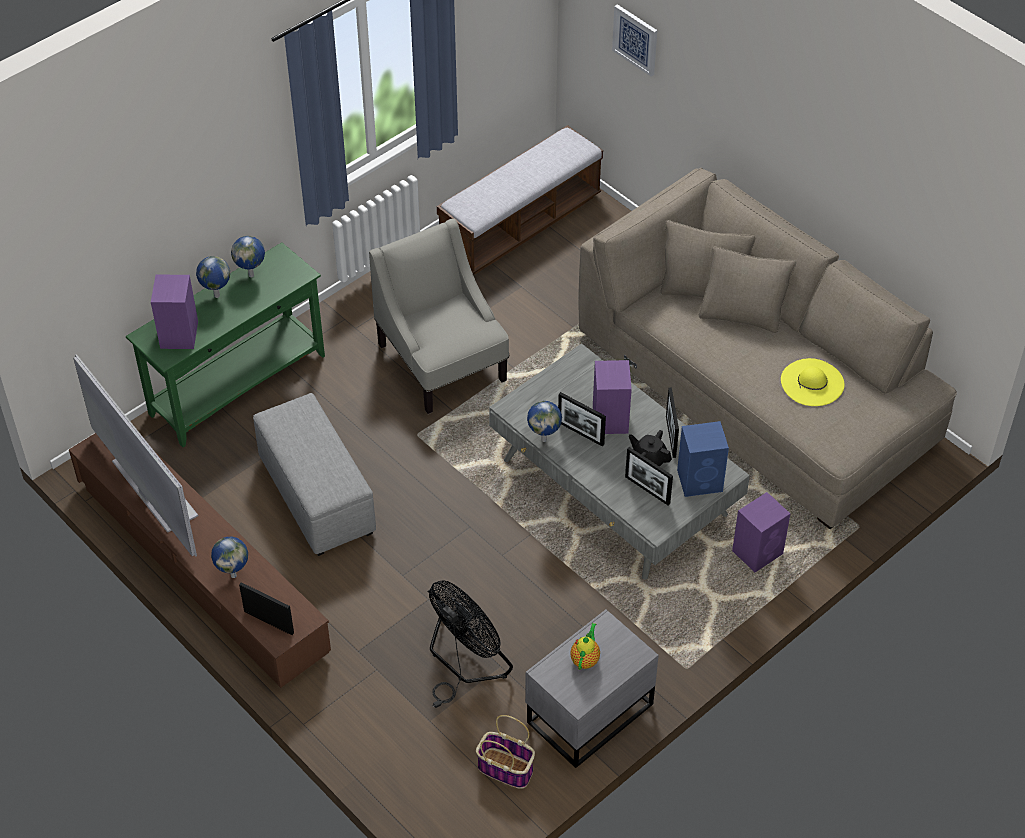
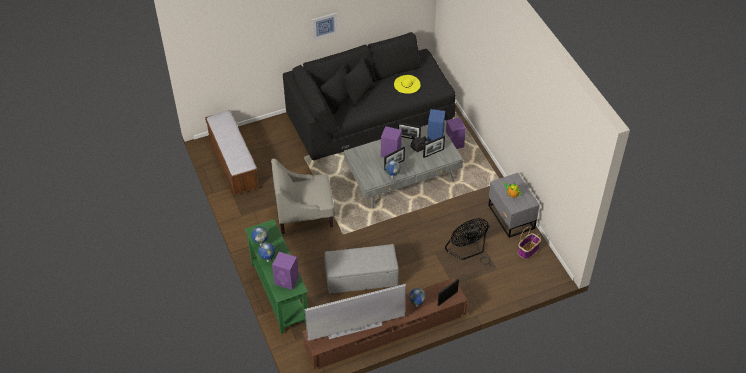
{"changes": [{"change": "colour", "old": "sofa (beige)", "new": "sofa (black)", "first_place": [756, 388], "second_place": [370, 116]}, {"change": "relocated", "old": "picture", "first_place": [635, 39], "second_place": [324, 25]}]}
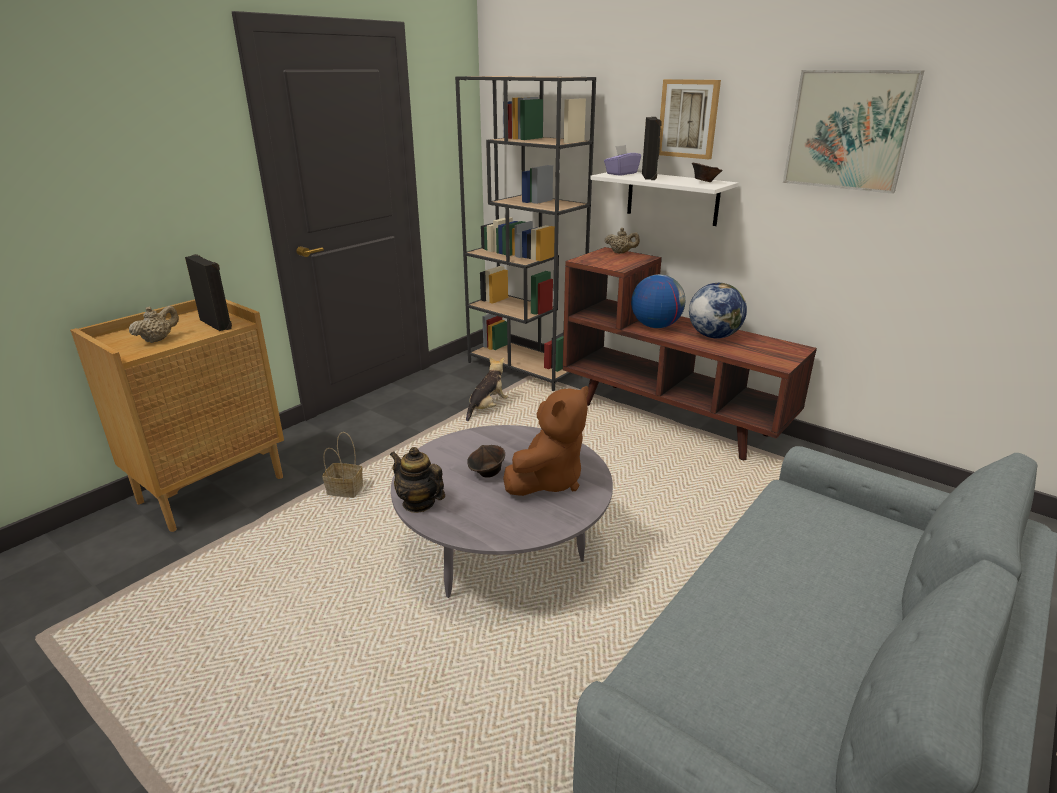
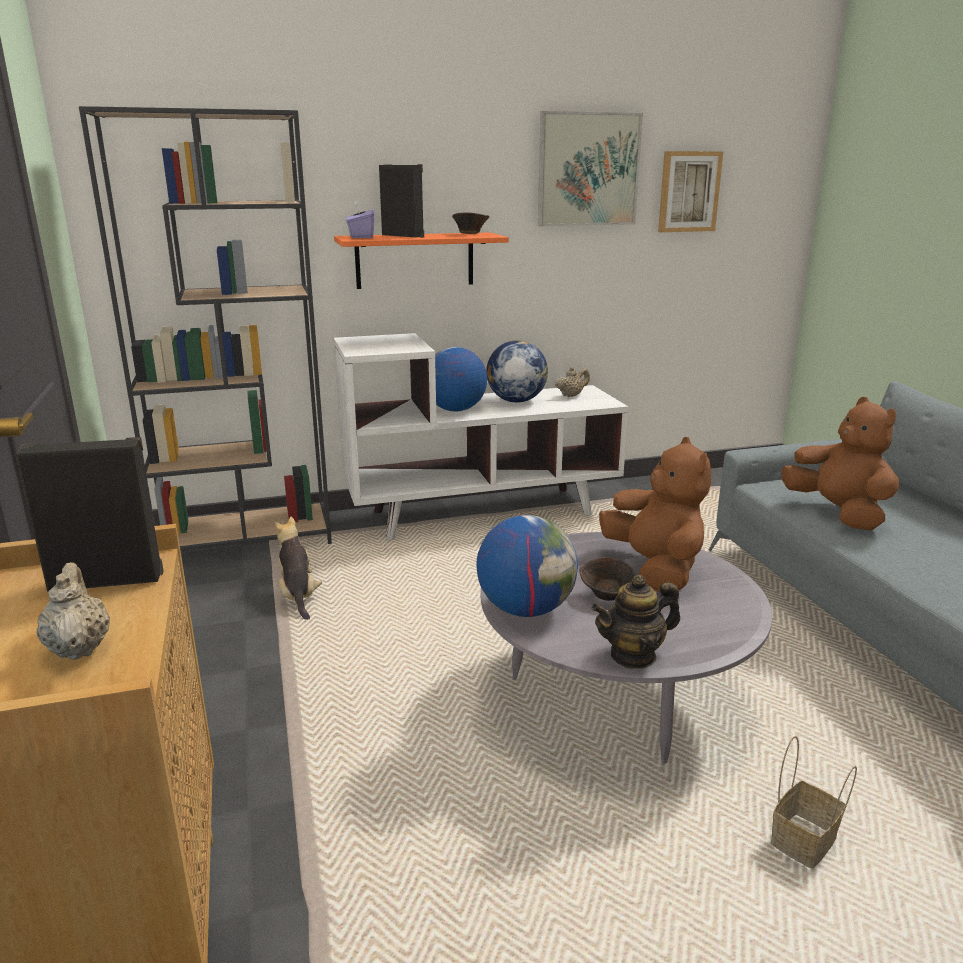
{"changes": [{"change": "colour", "old": "shelf (white)", "new": "shelf (orange)", "first_place": [672, 197], "second_place": [415, 260]}, {"change": "colour", "old": "tv stand (brown)", "new": "tv stand (white)", "first_place": [674, 419], "second_place": [483, 512]}, {"change": "appeared", "new": "globe", "second_place": [525, 609]}, {"change": "relocated", "old": "teapot (beige)", "first_place": [621, 253], "second_place": [571, 395]}, {"change": "relocated", "old": "picture", "first_place": [688, 119], "second_place": [688, 192]}, {"change": "relocated", "old": "basket", "first_place": [343, 491], "second_place": [803, 844]}, {"change": "appeared", "new": "plush toy (brown)", "second_place": [837, 513]}]}
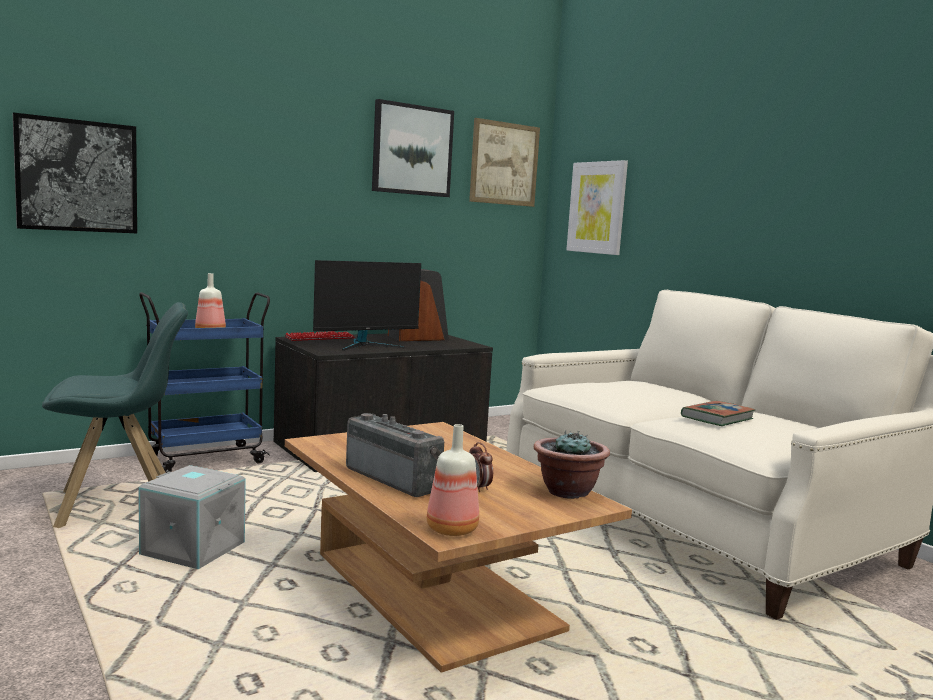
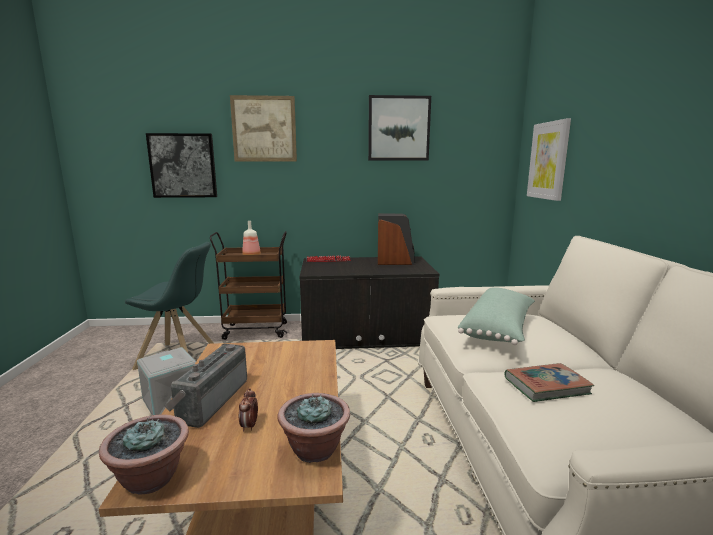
{"changes": [{"change": "exchanged", "old": "bottle", "new": "potted plant", "first_place": [450, 529], "second_place": [151, 478]}, {"change": "spun", "old": "radio", "first_place": [397, 478], "second_place": [210, 400], "degrees": -150}, {"change": "colour", "old": "cart (blue)", "new": "cart (brown)", "first_place": [206, 459], "second_place": [256, 331]}, {"change": "relocated", "old": "picture", "first_place": [504, 163], "second_place": [264, 129]}, {"change": "appeared", "new": "pillow (green)", "second_place": [499, 329]}, {"change": "missing", "old": "monitor", "first_place": [365, 345]}]}
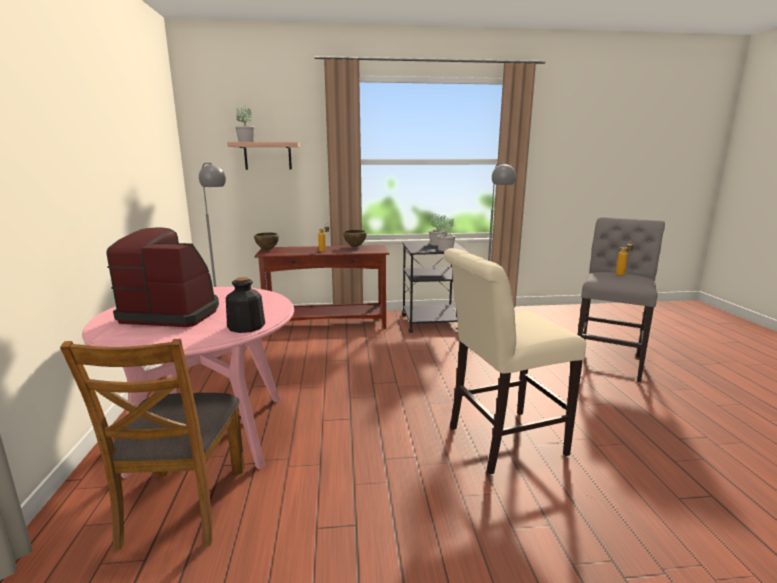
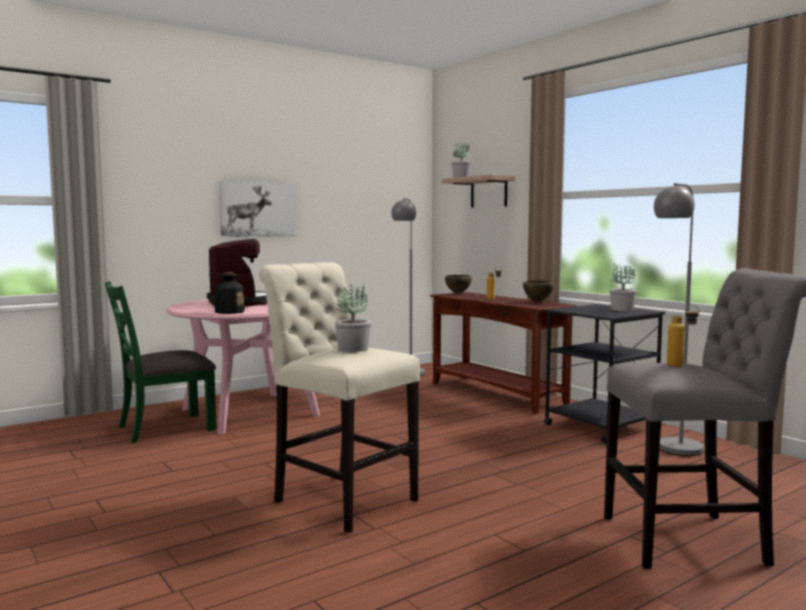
{"changes": [{"change": "colour", "old": "chair (brown)", "new": "chair (green)", "first_place": [183, 505], "second_place": [165, 428]}, {"change": "appeared", "new": "picture", "second_place": [257, 209]}, {"change": "relocated", "old": "potted plant", "first_place": [445, 249], "second_place": [353, 349]}]}
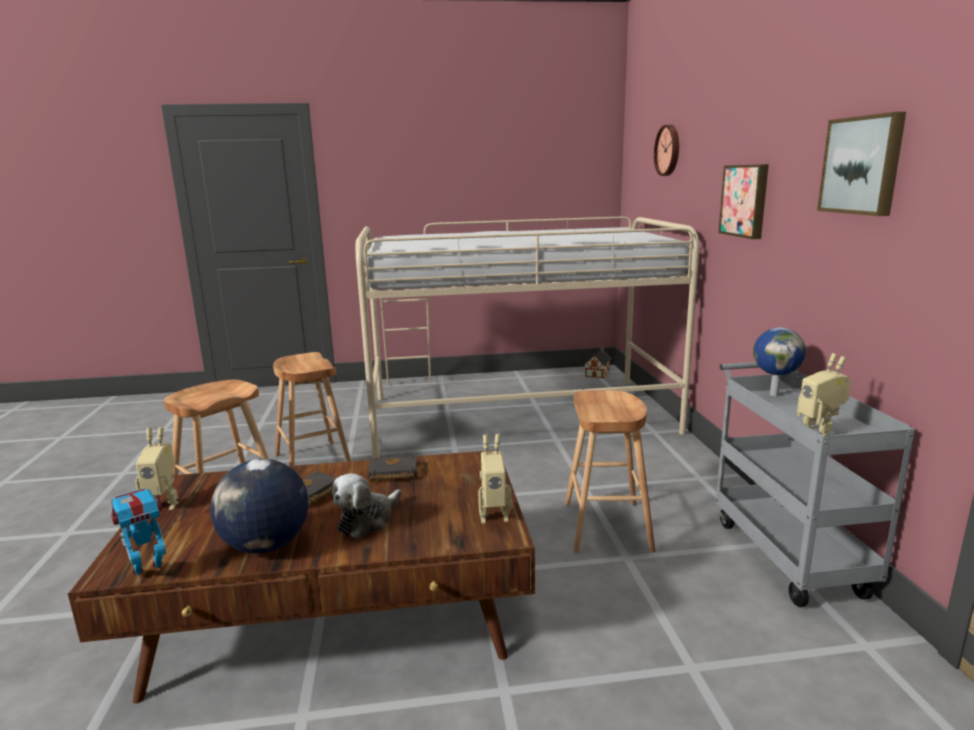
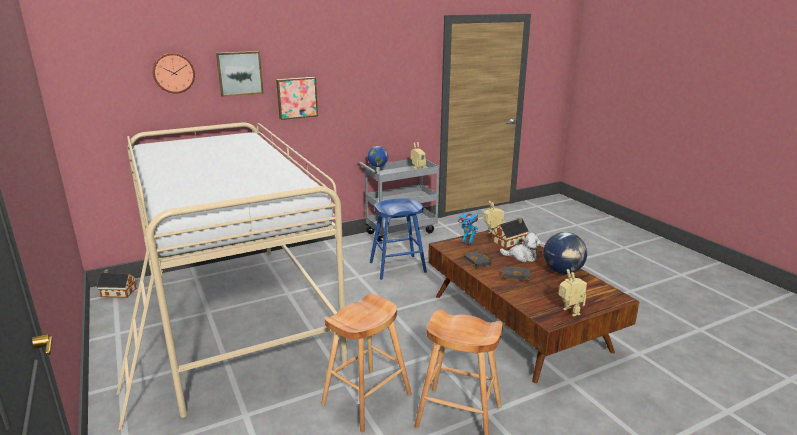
{"changes": [{"change": "relocated", "old": "picture", "first_place": [863, 165], "second_place": [239, 73]}, {"change": "colour", "old": "stool (brown)", "new": "stool (blue)", "first_place": [606, 526], "second_place": [397, 267]}, {"change": "relocated", "old": "toy robot", "first_place": [149, 572], "second_place": [467, 244]}, {"change": "appeared", "new": "toy house", "second_place": [510, 242]}]}
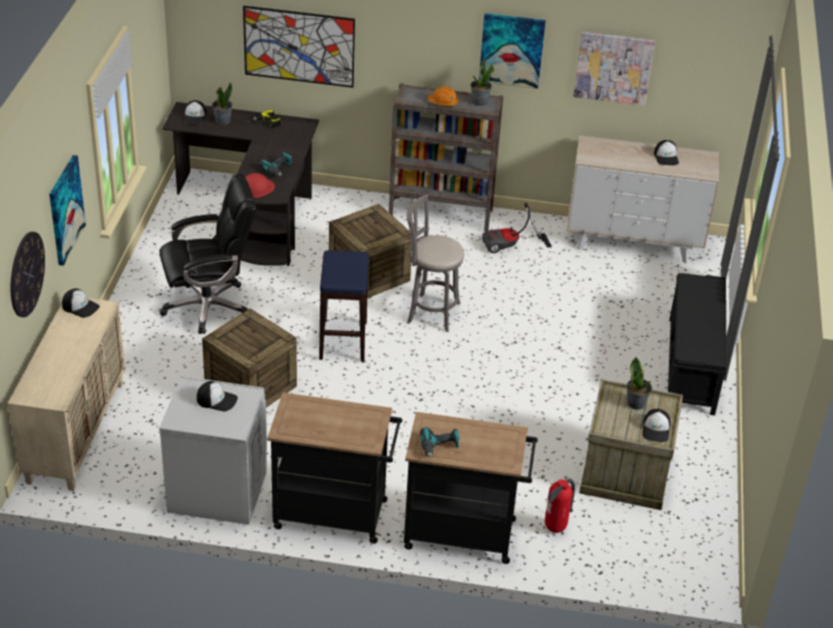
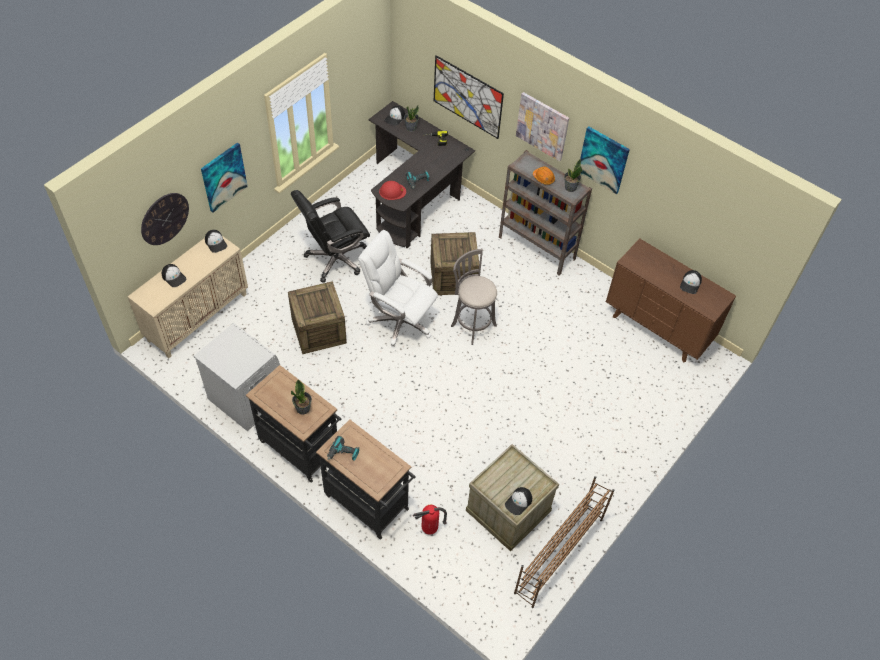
{"changes": [{"change": "relocated", "old": "cap", "first_place": [217, 400], "second_place": [174, 277]}, {"change": "spun", "old": "office chair (black)", "first_place": [209, 307], "second_place": [335, 259], "degrees": 135}, {"change": "relocated", "old": "potted plant", "first_place": [636, 403], "second_place": [303, 408]}, {"change": "exchanged", "old": "stool", "new": "office chair (white)", "first_place": [343, 340], "second_place": [399, 321]}, {"change": "appeared", "new": "shoe rack (brown)", "second_place": [558, 556]}, {"change": "relocated", "old": "picture", "first_place": [613, 68], "second_place": [542, 126]}, {"change": "colour", "old": "dresser (white)", "new": "dresser (brown)", "first_place": [633, 243], "second_place": [657, 328]}, {"change": "missing", "old": "vacuum cleaner", "first_place": [511, 246]}, {"change": "missing", "old": "bench (black)", "first_place": [691, 366]}]}
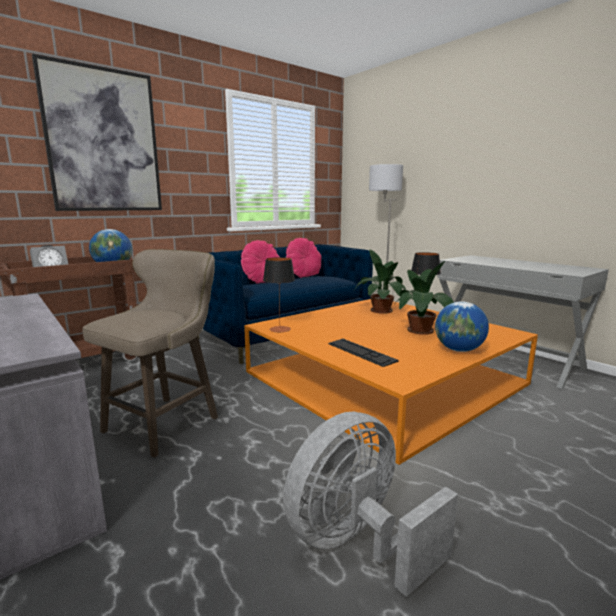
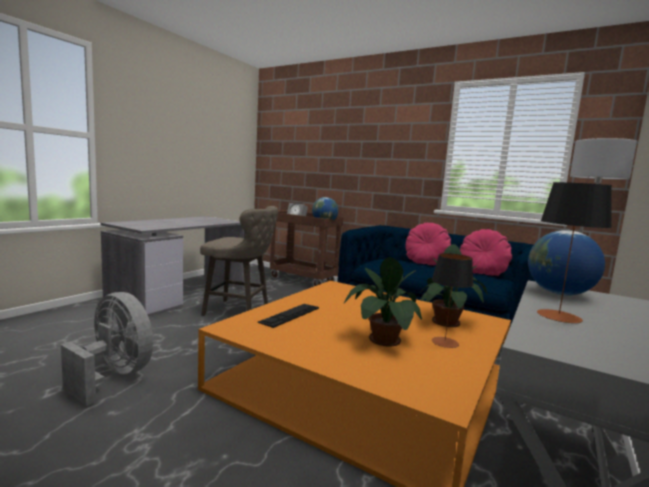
{"changes": [{"change": "relocated", "old": "globe", "first_place": [458, 350], "second_place": [559, 293]}, {"change": "relocated", "old": "table lamp", "first_place": [279, 329], "second_place": [558, 316]}, {"change": "missing", "old": "picture", "first_place": [103, 141]}]}
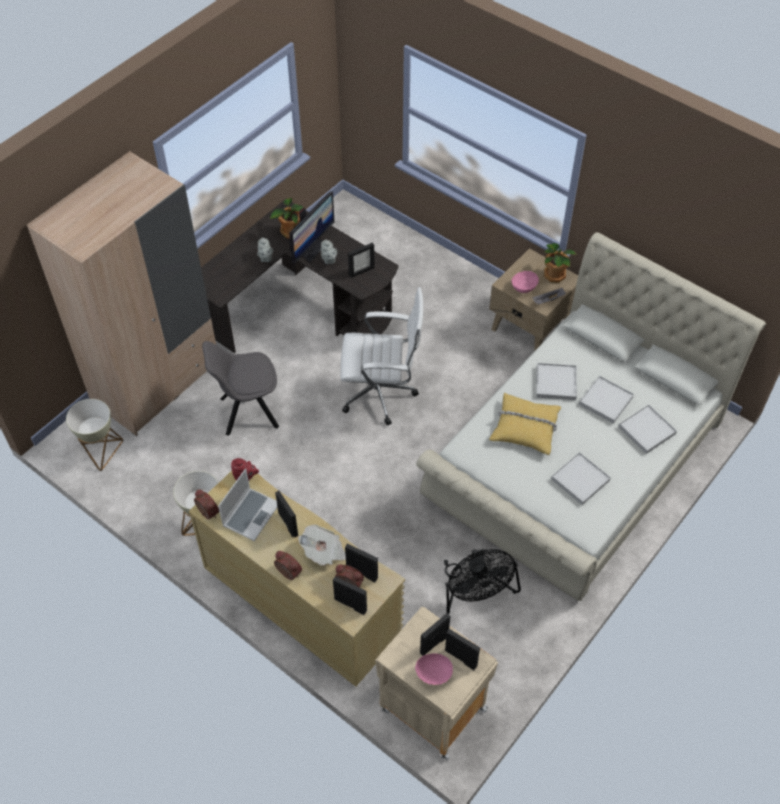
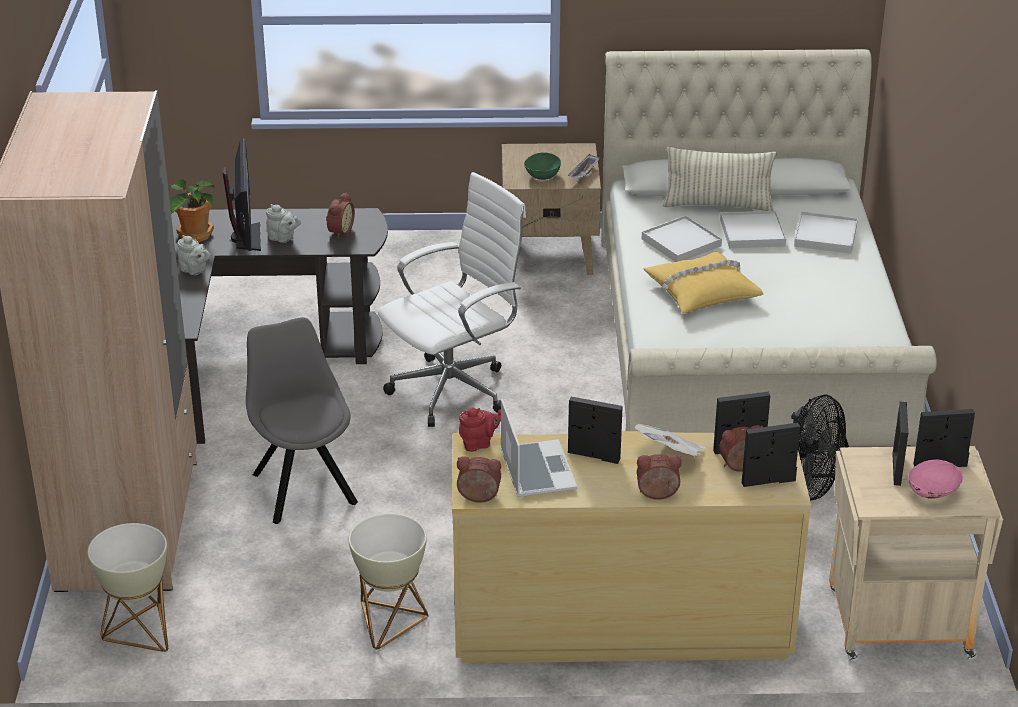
{"changes": [{"change": "spun", "old": "chair (grey)", "first_place": [248, 412], "second_place": [303, 488], "degrees": 120}, {"change": "exchanged", "old": "picture frame", "new": "alarm clock", "first_place": [361, 271], "second_place": [339, 231]}, {"change": "colour", "old": "bowl (pink)", "new": "bowl (green)", "first_place": [524, 287], "second_place": [542, 176]}, {"change": "appeared", "new": "pillow", "second_place": [718, 205]}, {"change": "missing", "old": "potted plant", "first_place": [554, 275]}, {"change": "missing", "old": "tray (white)", "first_place": [580, 480]}]}
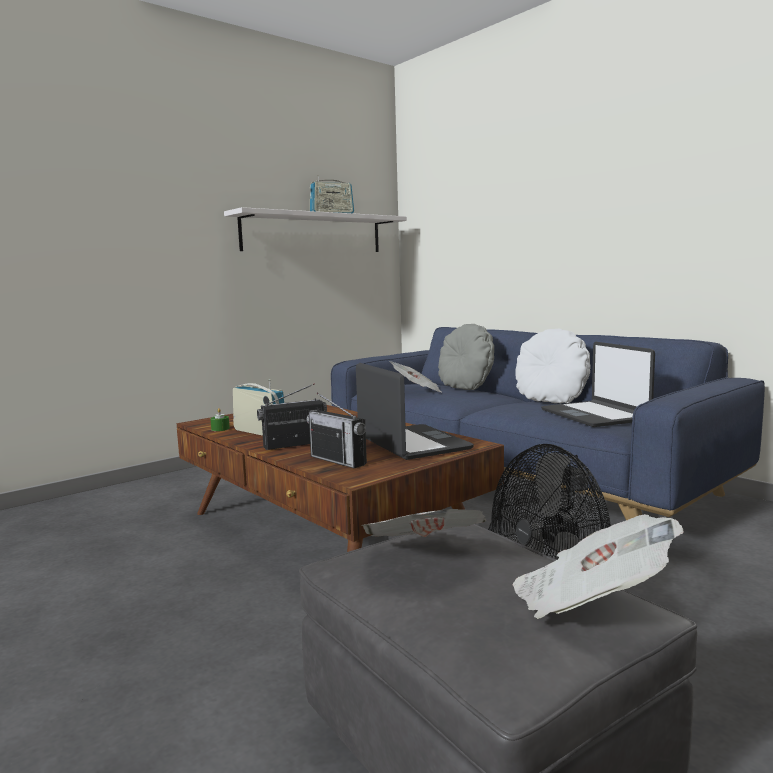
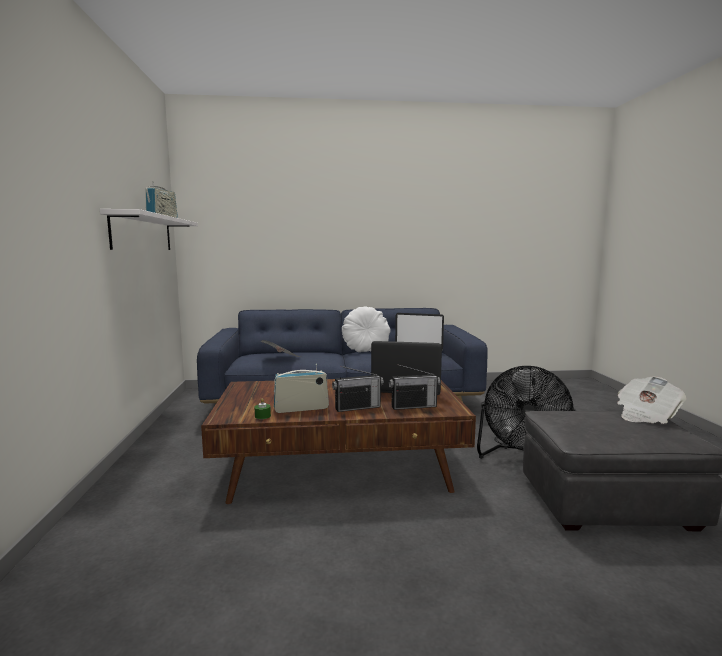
{"changes": [{"change": "spun", "old": "radio", "first_place": [294, 445], "second_place": [357, 407], "degrees": -120}, {"change": "missing", "old": "newspaper", "first_place": [424, 557]}, {"change": "missing", "old": "pillow (grey)", "first_place": [466, 388]}]}
